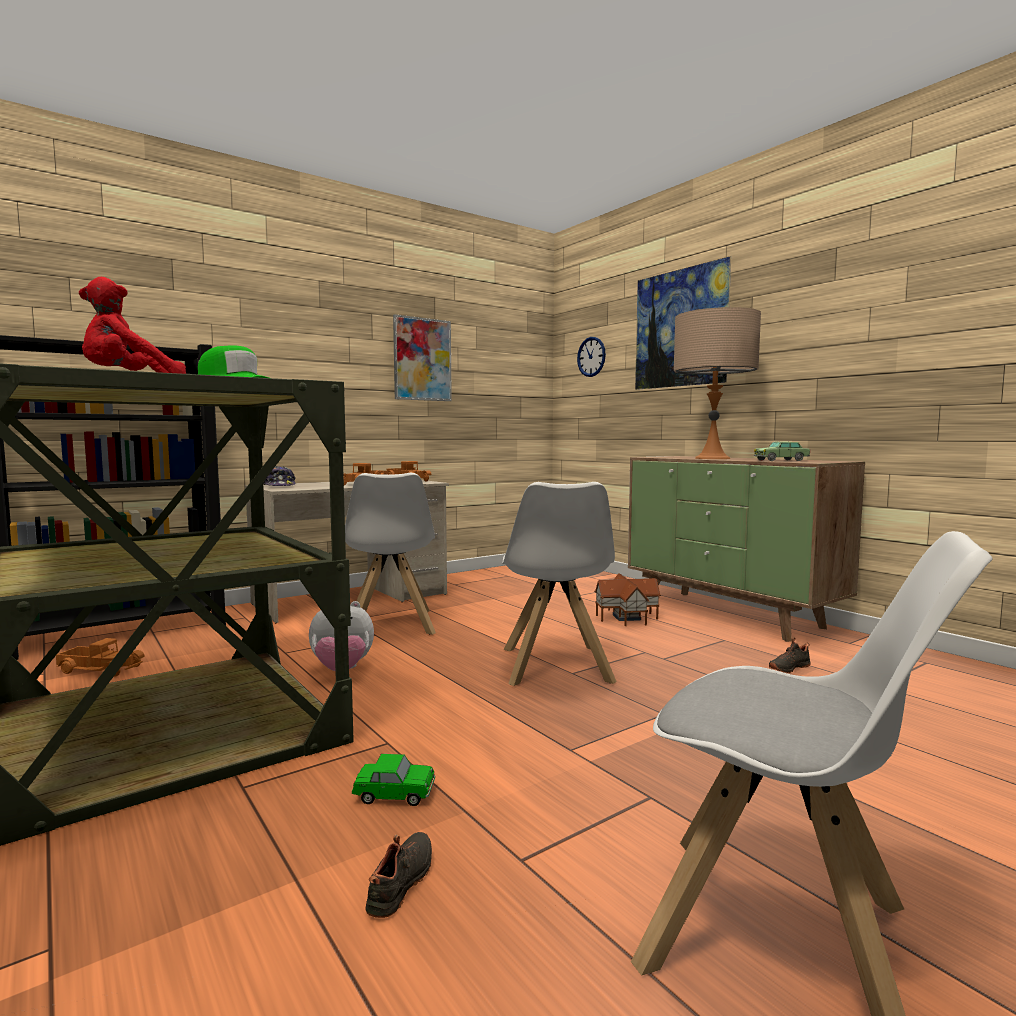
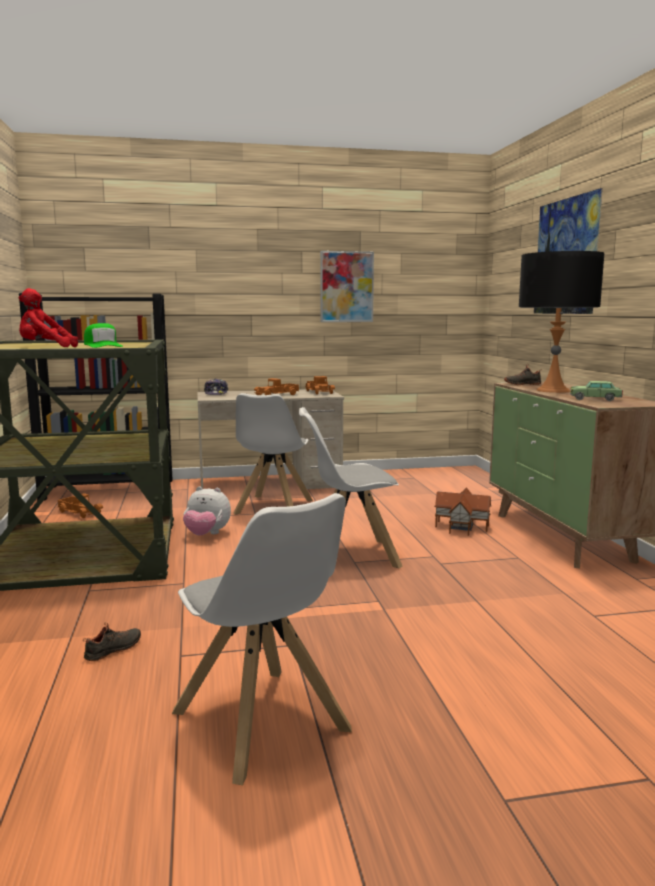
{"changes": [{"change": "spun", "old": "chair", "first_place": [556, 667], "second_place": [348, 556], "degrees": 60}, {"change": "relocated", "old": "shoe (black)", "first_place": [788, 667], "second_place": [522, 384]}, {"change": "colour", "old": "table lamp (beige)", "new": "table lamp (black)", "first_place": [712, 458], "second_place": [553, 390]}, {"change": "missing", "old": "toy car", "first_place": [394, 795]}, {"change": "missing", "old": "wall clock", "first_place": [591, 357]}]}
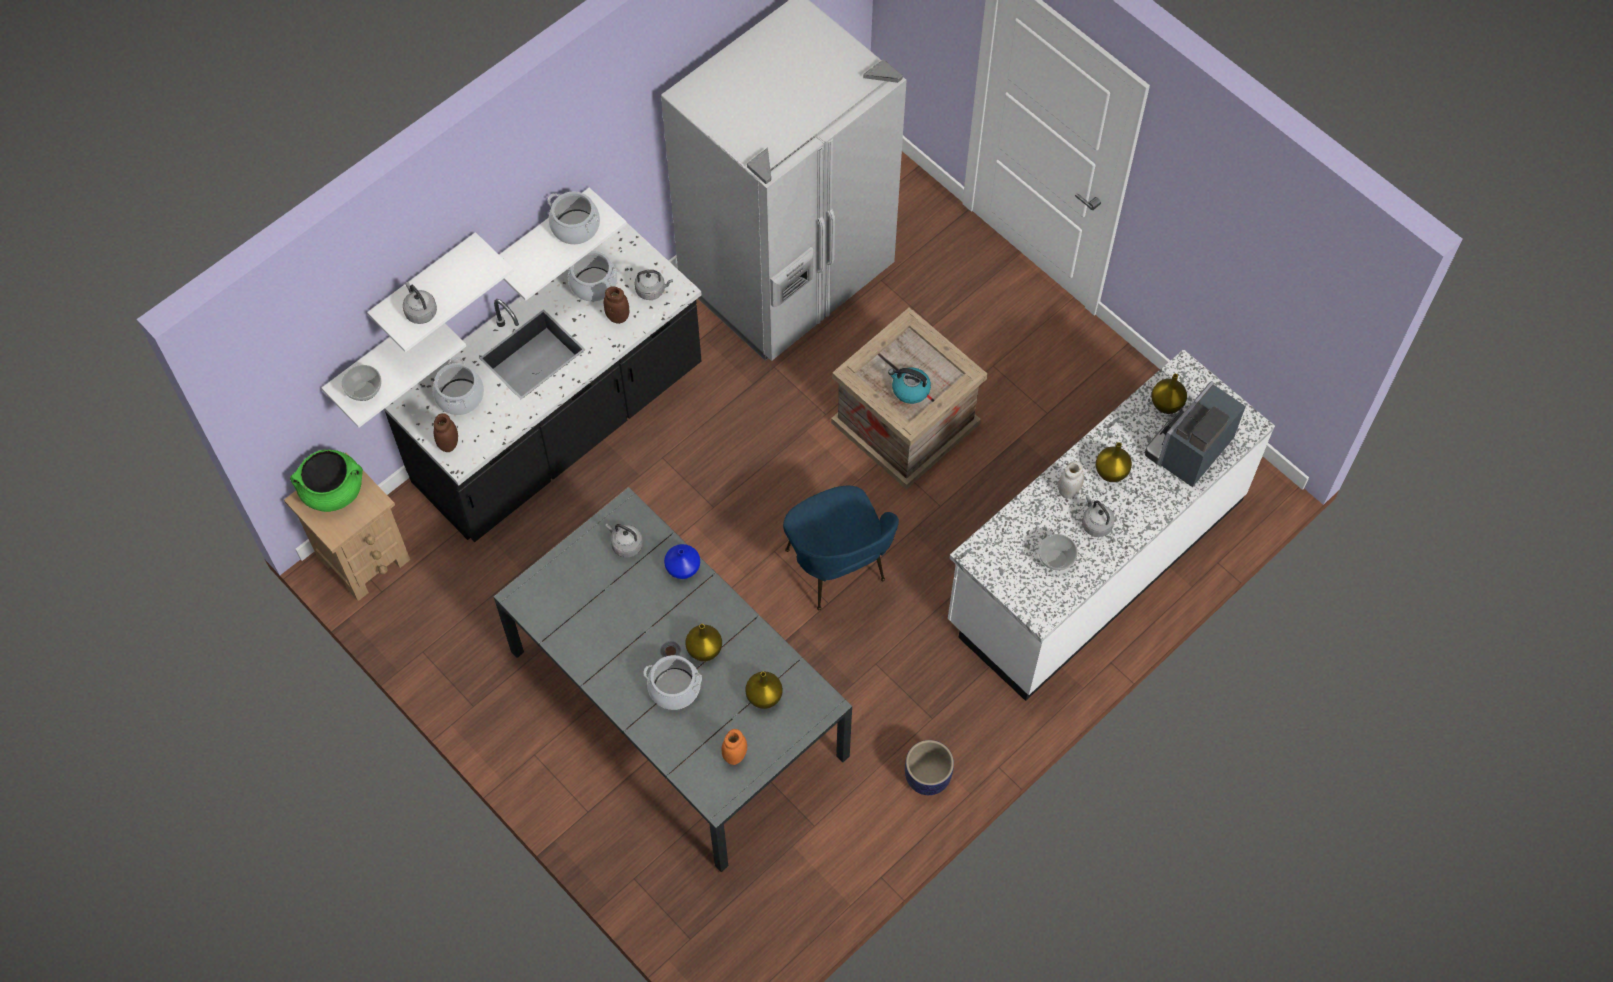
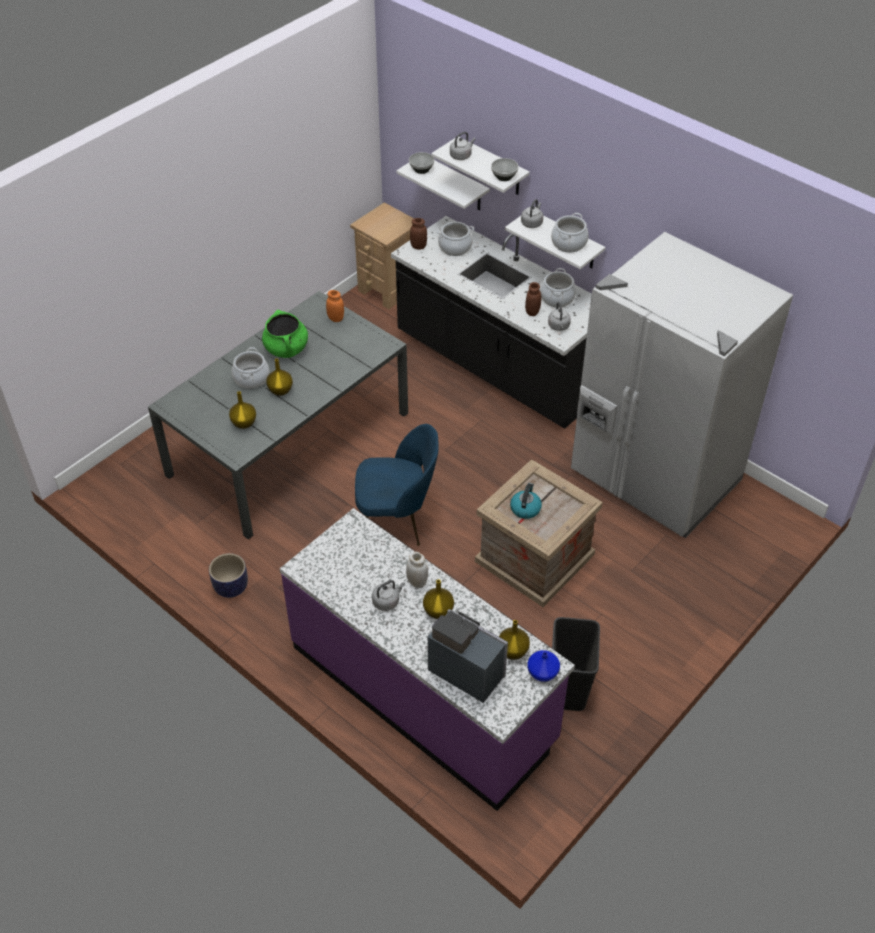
{"changes": [{"change": "relocated", "old": "cooking pot (green)", "first_place": [333, 490], "second_place": [286, 349]}, {"change": "colour", "old": "counter (white)", "new": "counter (purple)", "first_place": [1094, 560], "second_place": [423, 693]}, {"change": "relocated", "old": "jar (orange)", "first_place": [735, 755], "second_place": [335, 318]}, {"change": "spun", "old": "chair (blue)", "first_place": [838, 573], "second_place": [397, 524], "degrees": -150}, {"change": "relocated", "old": "bowl", "first_place": [1056, 559], "second_place": [503, 177]}, {"change": "relocated", "old": "kettle (grey)", "first_place": [625, 544], "second_place": [532, 223]}, {"change": "relocated", "old": "vase (blue)", "first_place": [682, 567], "second_place": [542, 672]}, {"change": "appeared", "new": "trash can (black)", "second_place": [569, 690]}]}
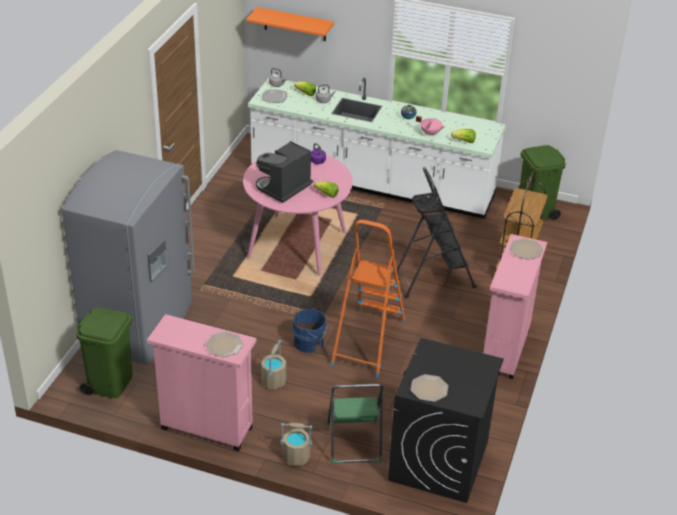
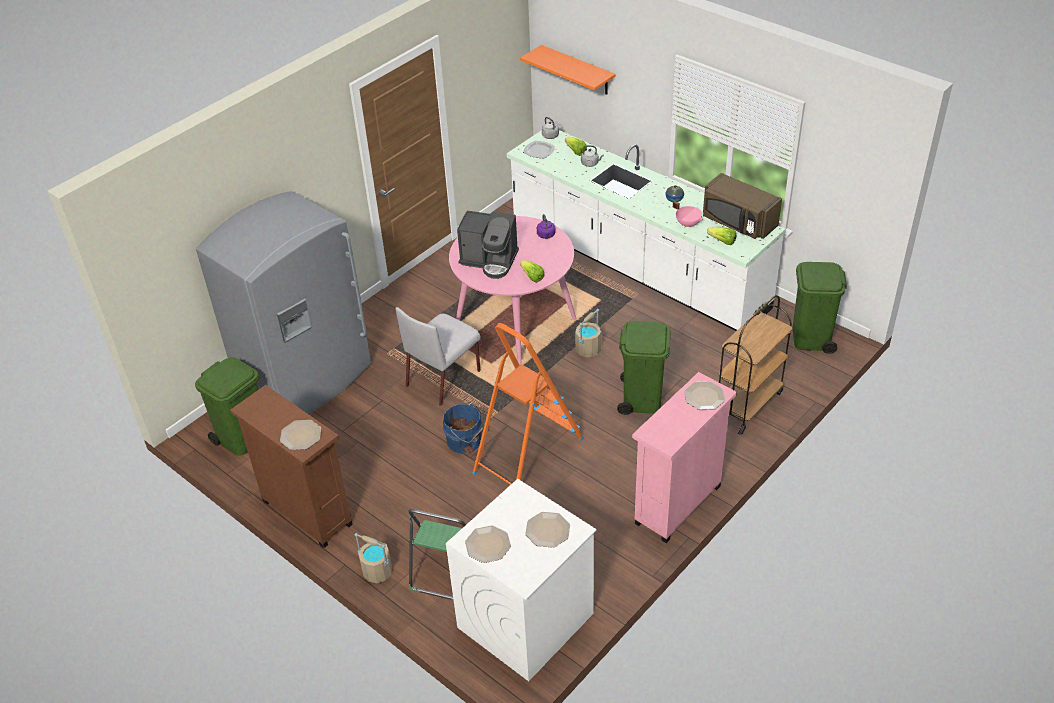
{"changes": [{"change": "colour", "old": "cabinet (pink)", "new": "cabinet (brown)", "first_place": [205, 428], "second_place": [305, 512]}, {"change": "appeared", "new": "chair (grey)", "second_place": [444, 377]}, {"change": "colour", "old": "washing machine (black)", "new": "washing machine (white)", "first_place": [438, 461], "second_place": [525, 621]}, {"change": "spun", "old": "coffee machine", "first_place": [283, 188], "second_place": [490, 261], "degrees": -135}, {"change": "appeared", "new": "plate", "second_place": [547, 531]}, {"change": "relocated", "old": "bucket (beige)", "first_place": [273, 381], "second_place": [588, 349]}, {"change": "exchanged", "old": "step ladder", "new": "trash can (green)", "first_place": [433, 280], "second_place": [642, 398]}, {"change": "appeared", "new": "microwave (brown)", "second_place": [738, 222]}]}
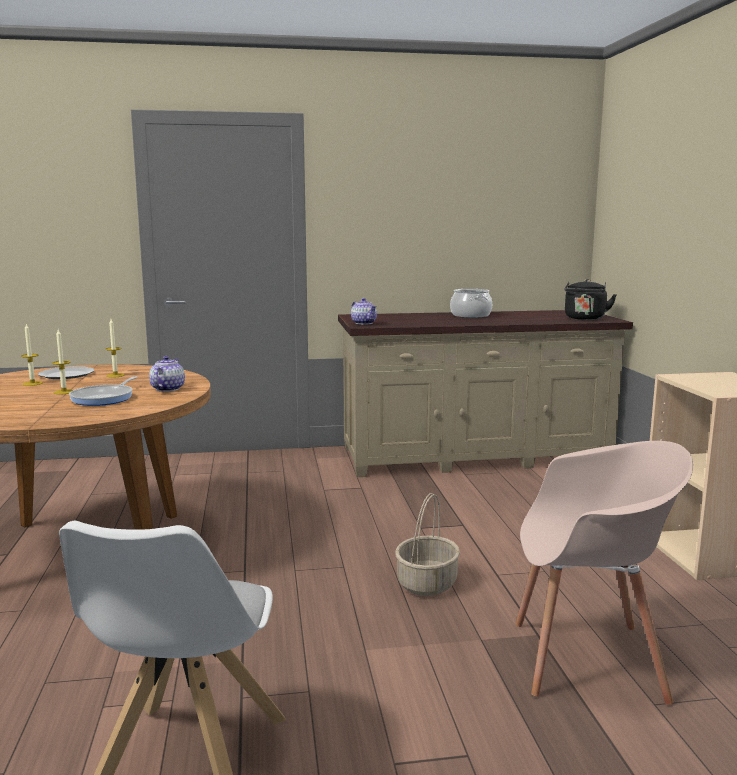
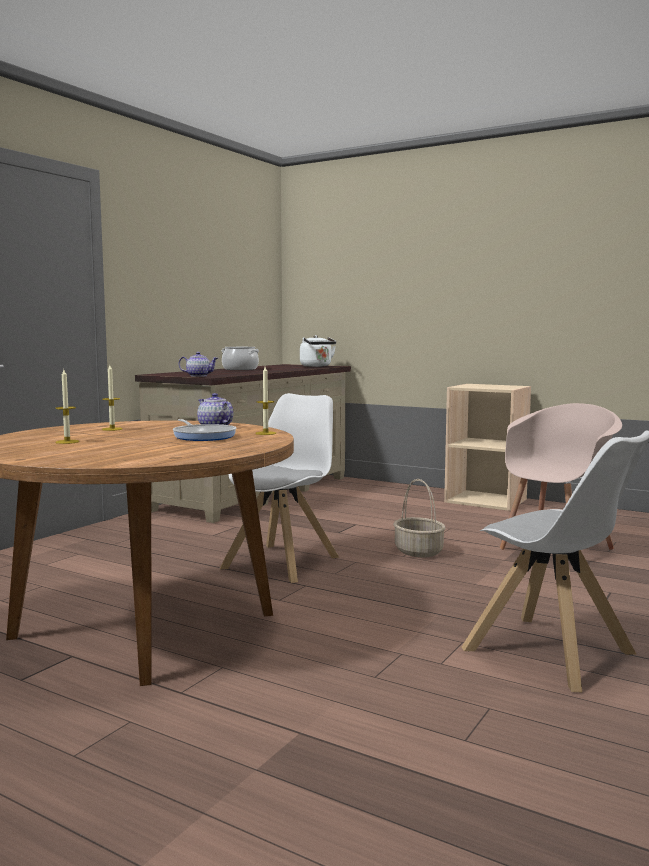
{"changes": [{"change": "appeared", "new": "chair", "second_place": [283, 562]}, {"change": "relocated", "old": "candle", "first_place": [64, 392], "second_place": [265, 433]}, {"change": "colour", "old": "kettle (black)", "new": "kettle (white)", "first_place": [585, 318], "second_place": [317, 366]}, {"change": "missing", "old": "plate", "first_place": [67, 375]}]}
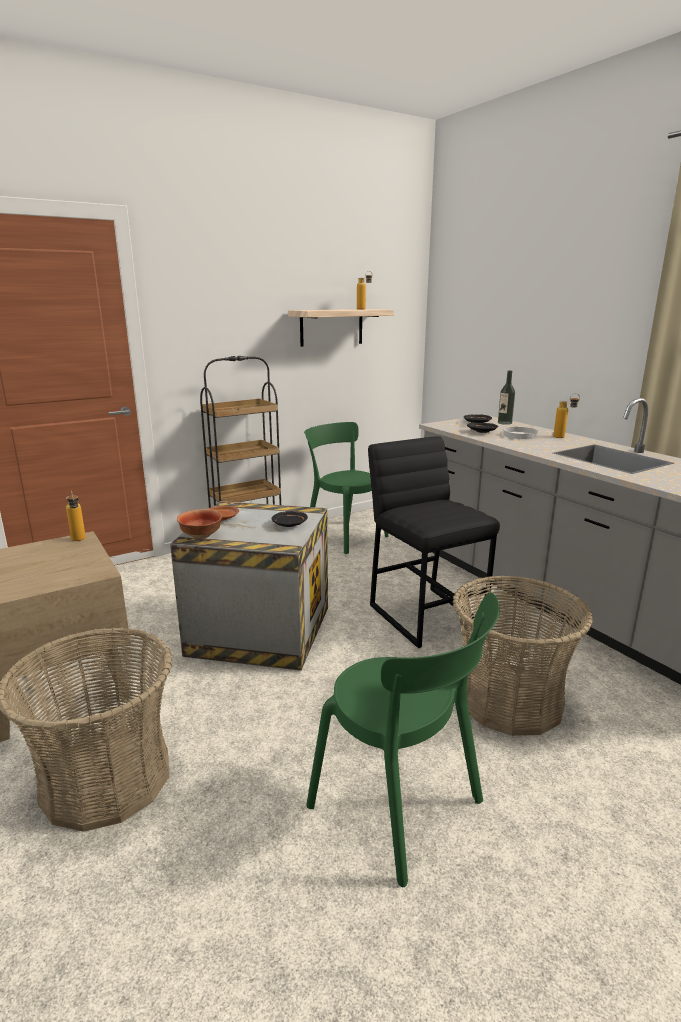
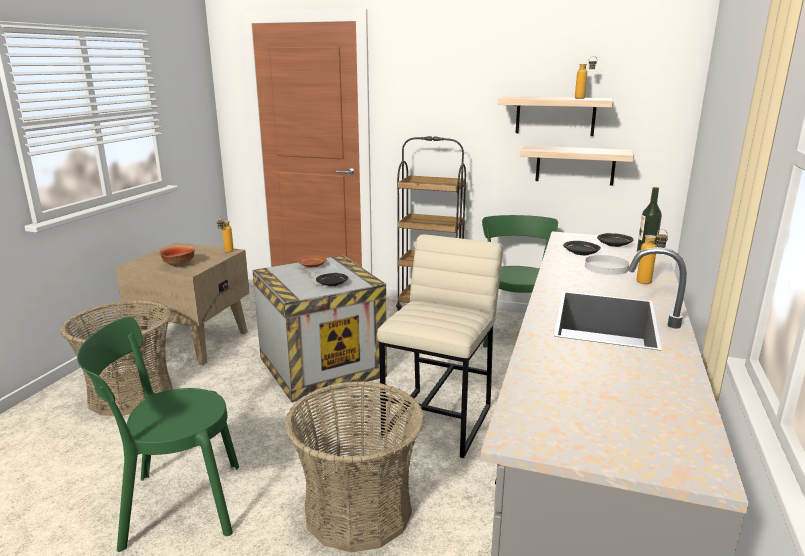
{"changes": [{"change": "spun", "old": "chair (green)", "first_place": [401, 808], "second_place": [176, 505], "degrees": 75}, {"change": "relocated", "old": "bowl", "first_place": [202, 536], "second_place": [179, 265]}, {"change": "colour", "old": "chair (black)", "new": "chair (beige)", "first_place": [424, 614], "second_place": [439, 419]}, {"change": "appeared", "new": "shelf", "second_place": [575, 165]}]}
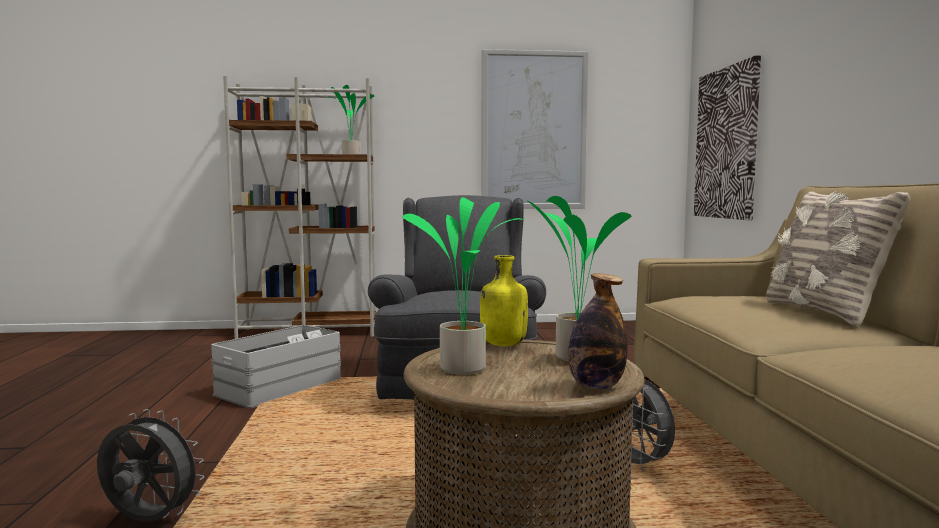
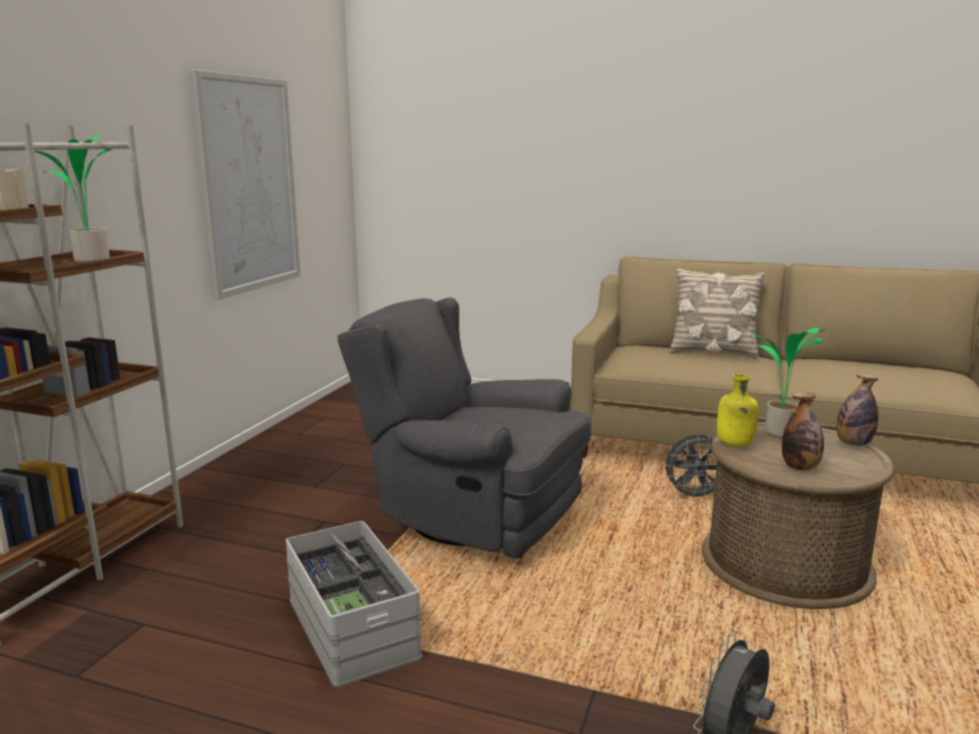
{"changes": [{"change": "exchanged", "old": "potted plant", "new": "bottle", "first_place": [465, 368], "second_place": [800, 467]}, {"change": "missing", "old": "picture", "first_place": [726, 143]}]}
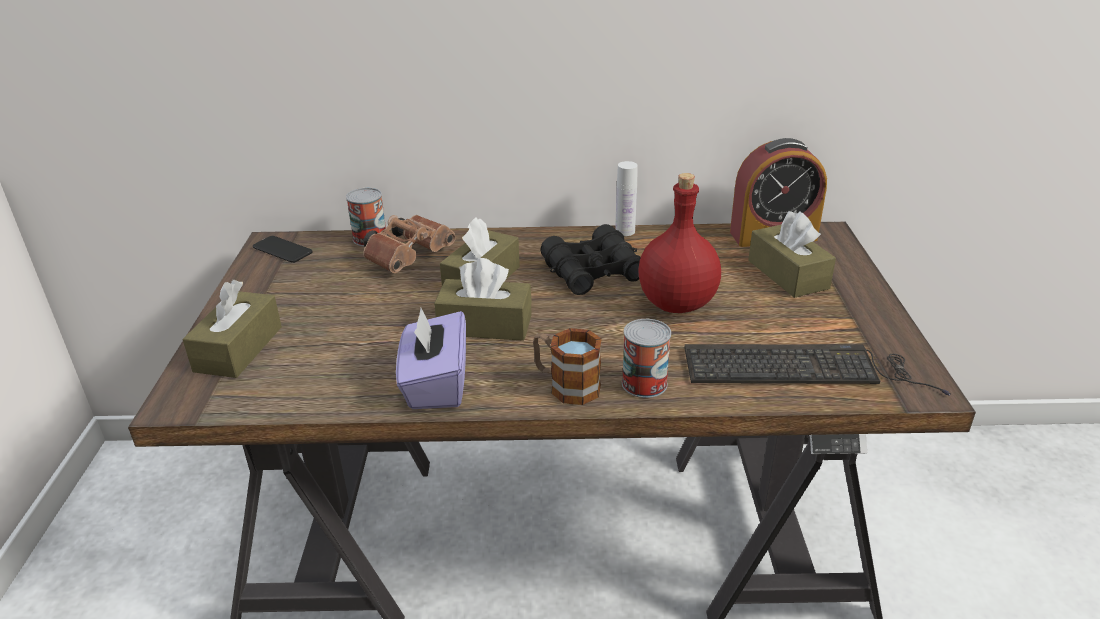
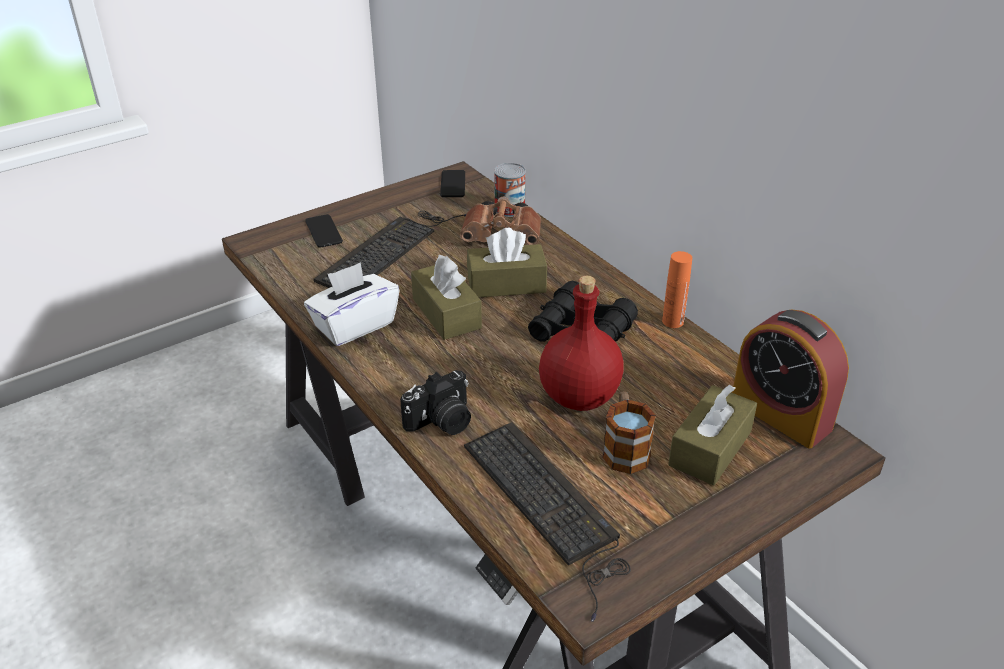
{"changes": [{"change": "colour", "old": "tissue box (purple)", "new": "tissue box (white)", "first_place": [435, 384], "second_place": [354, 325]}, {"change": "exchanged", "old": "tissue box (brown)", "new": "phone", "first_place": [238, 349], "second_place": [323, 231]}, {"change": "appeared", "new": "keyboard", "second_place": [389, 248]}, {"change": "exchanged", "old": "can", "new": "photo camera", "first_place": [644, 383], "second_place": [441, 422]}, {"change": "relocated", "old": "mug", "first_place": [566, 385], "second_place": [624, 448]}, {"change": "colour", "old": "bottle (white)", "new": "bottle (orange)", "first_place": [625, 231], "second_place": [672, 321]}]}
